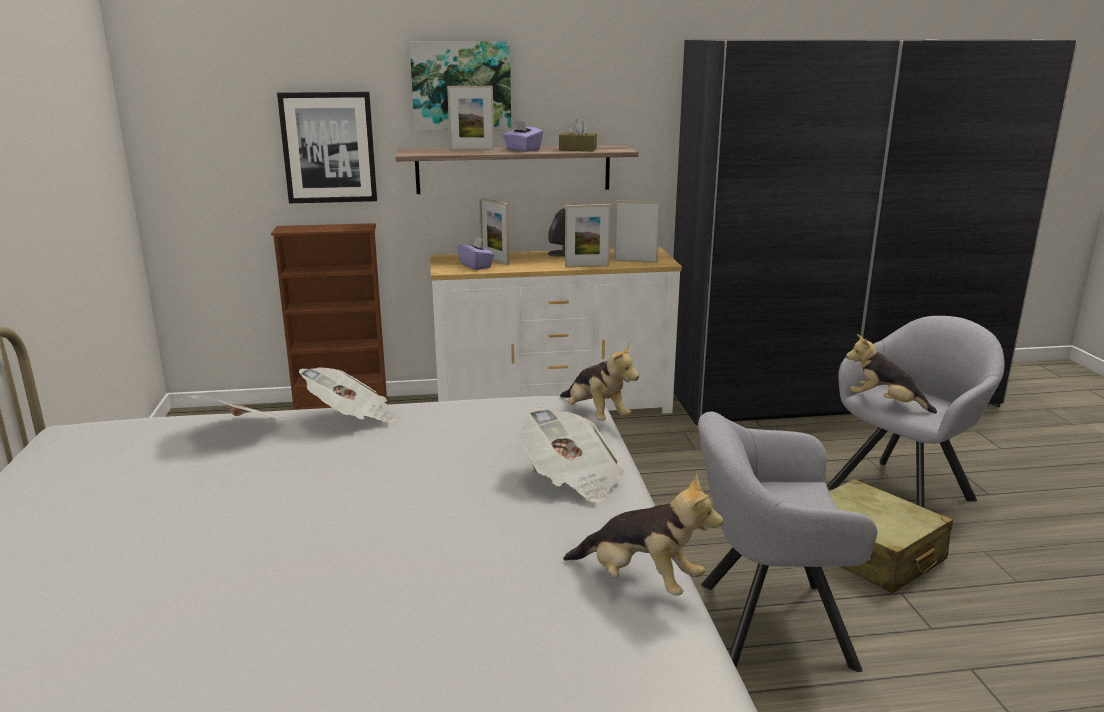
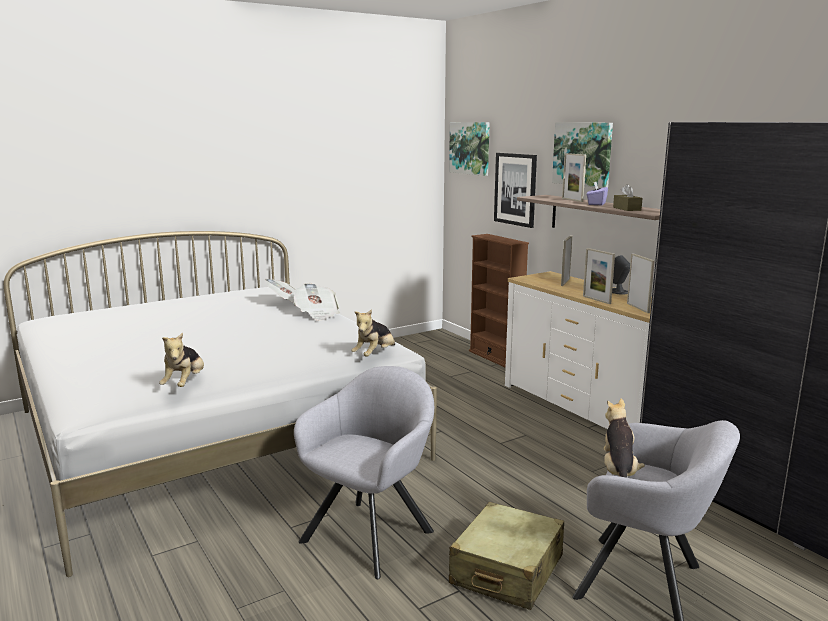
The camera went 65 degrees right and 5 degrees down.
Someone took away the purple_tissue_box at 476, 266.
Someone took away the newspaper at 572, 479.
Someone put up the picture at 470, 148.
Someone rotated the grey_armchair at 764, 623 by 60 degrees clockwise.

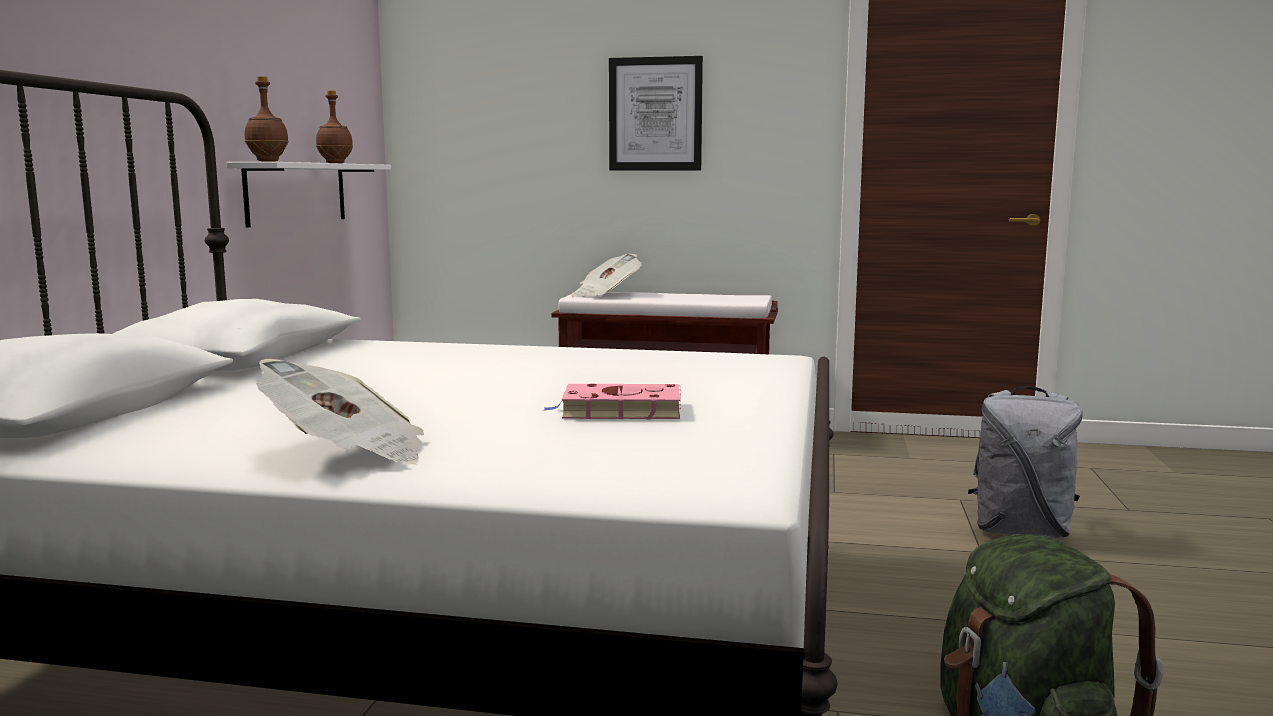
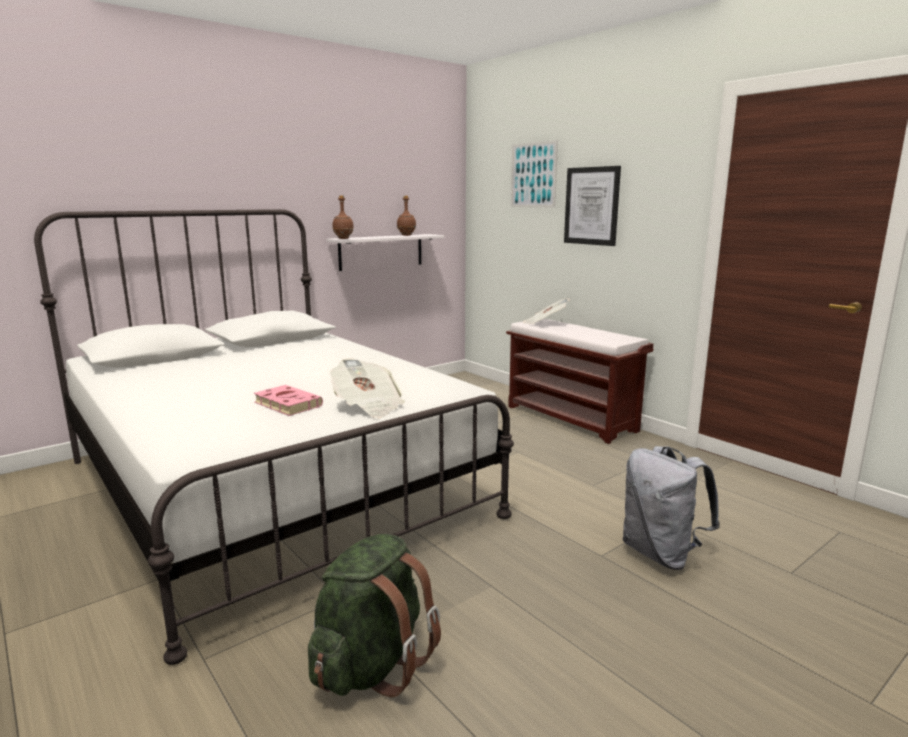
The camera went 40 degrees right and 5 degrees up.
Someone put up the picture at 533, 175.
Someone carried the newspaper from 348, 454 to 368, 406.

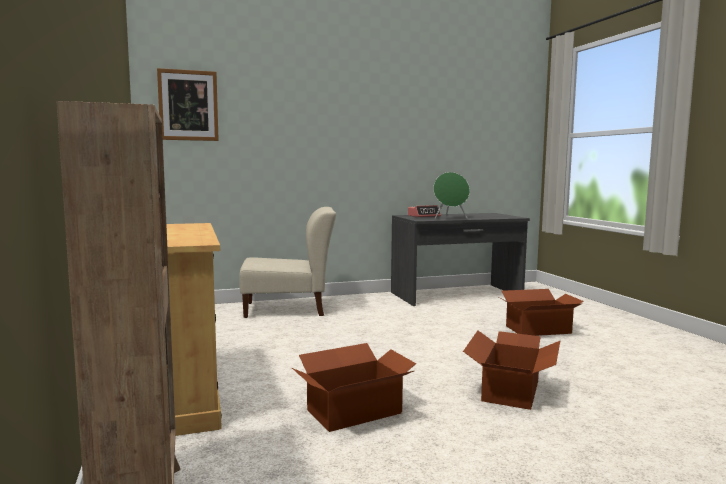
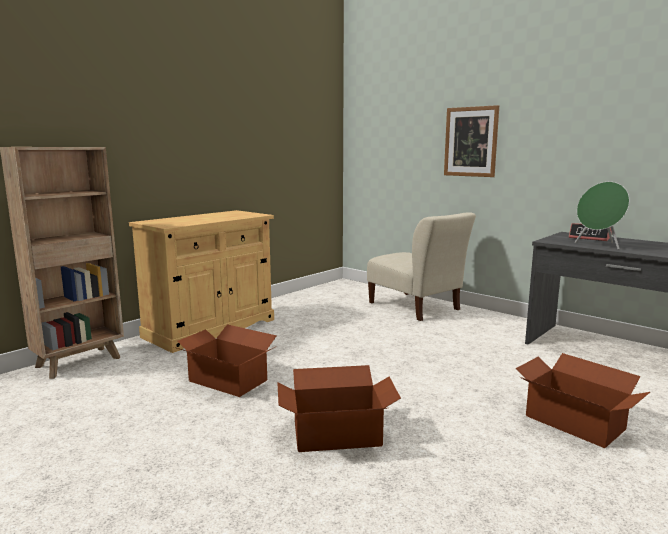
The camera went 60 degrees right and 5 degrees up.
Someone carried the picture from 188, 105 to 470, 142.

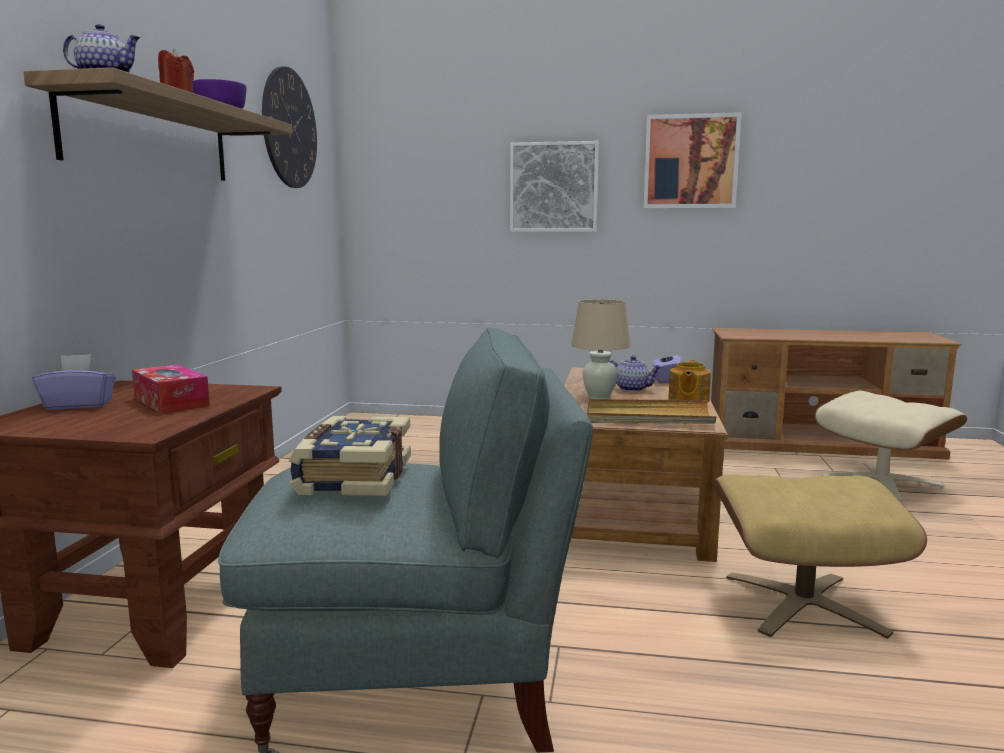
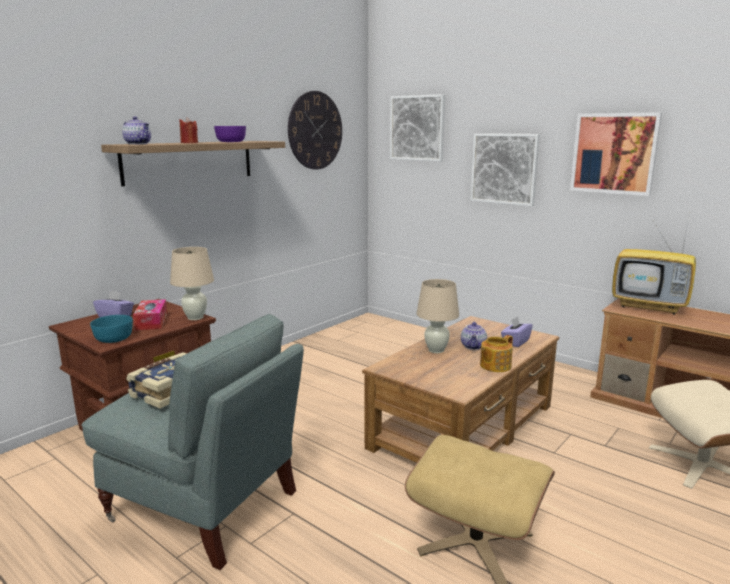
The camera went 30 degrees right and 5 degrees up.
Someone took away the beige_tray at 648, 417.
Someone put down the turquoise_bowl at 114, 338.
Someone put down the beige_table_lamp at 195, 318.
Someone put up the picture at 417, 128.
Someone put down the television at 651, 306.
Someone rotated the teapot at 632, 389 by 45 degrees clockwise.

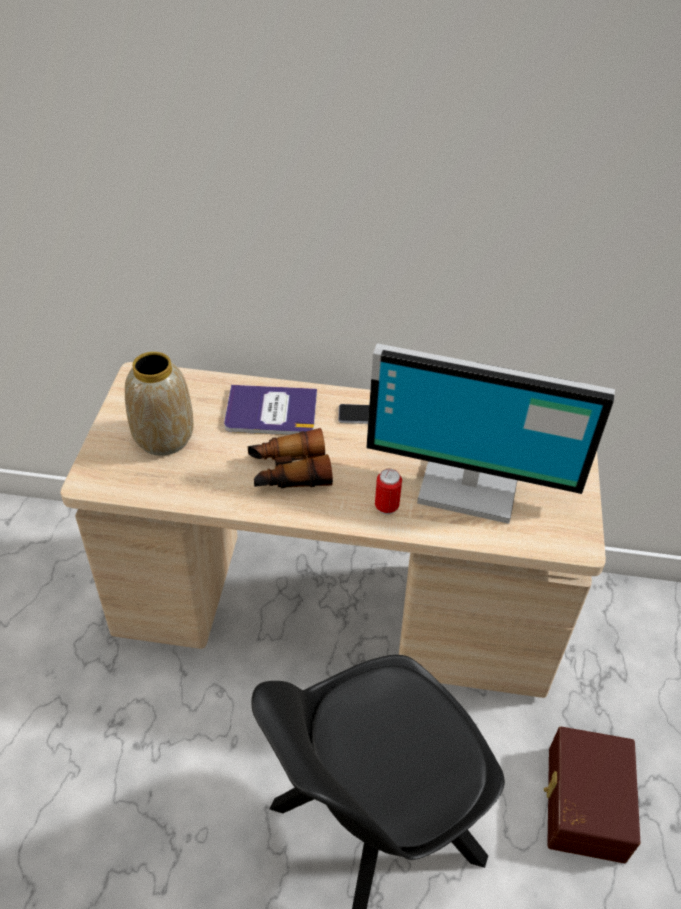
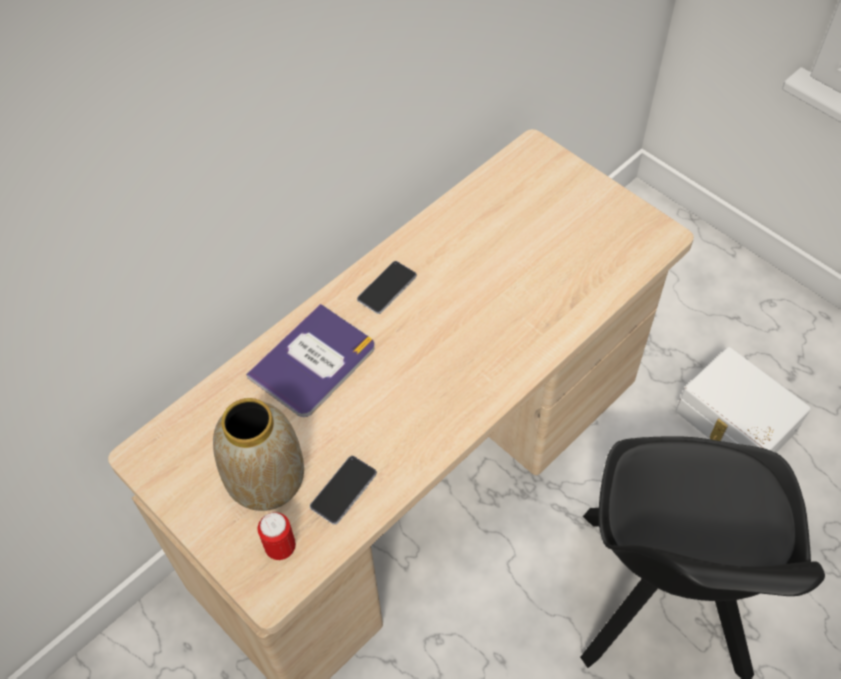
The camera went 50 degrees left and 10 degrees up.
Someone took away the binoculars at 288, 471.
Someone took away the monitor at 469, 484.
Someone put down the phone at 343, 490.
Someone carried the can from 386, 507 to 281, 547.
Someone repainted the brown_storage_box at 583, 802, which became the white_storage_box at 734, 422.

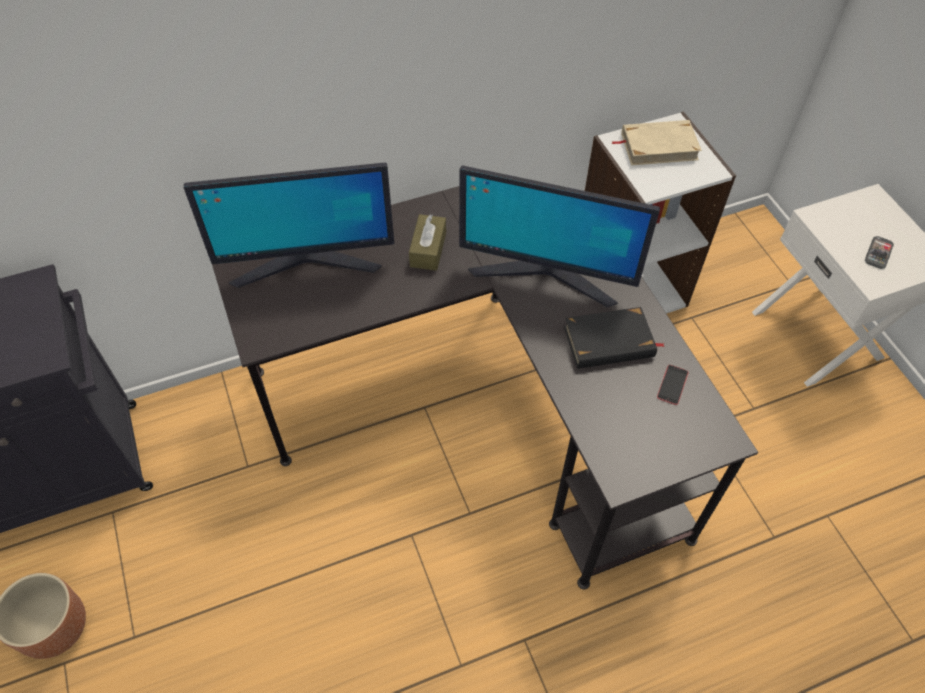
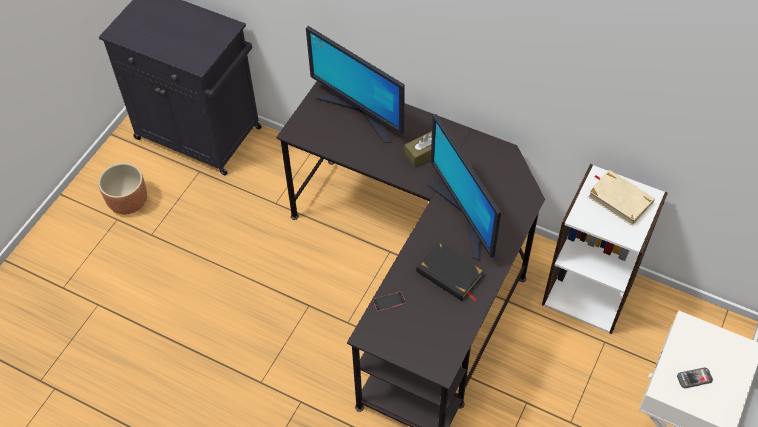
The camera went 50 degrees right and 0 degrees up.
Someone carried the phone from 672, 385 to 389, 301.

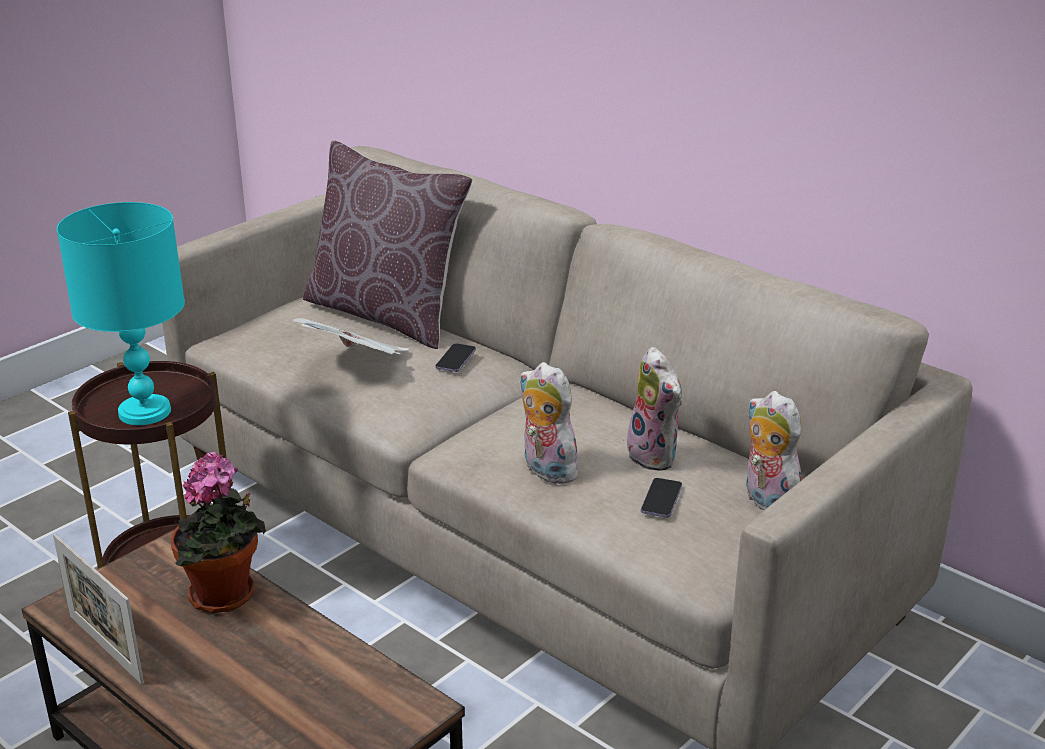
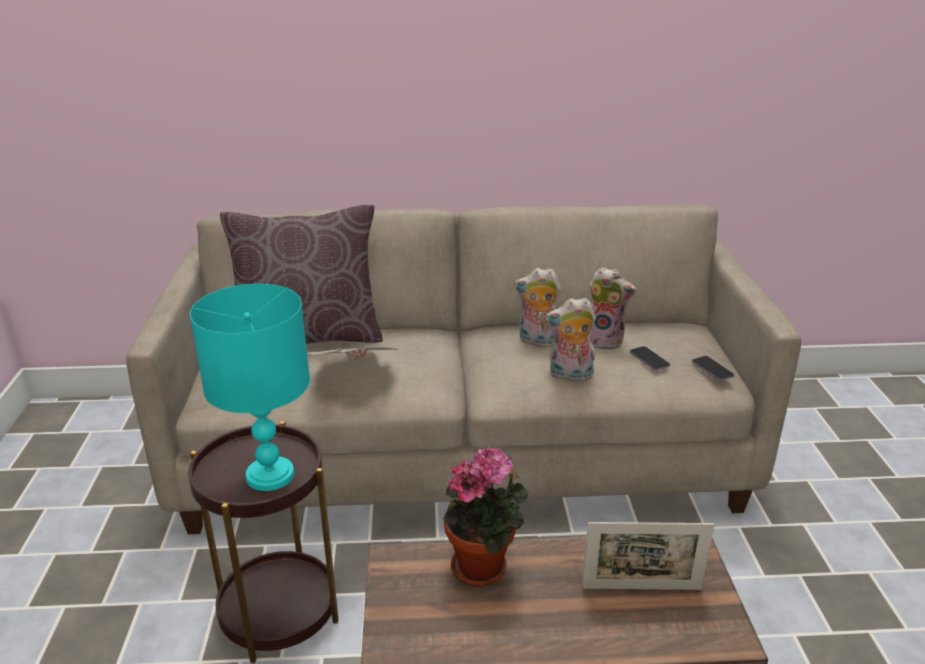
The camera went 45 degrees left and 0 degrees up.
Someone carried the picture_frame from 105, 648 to 641, 588.
Someone carried the phone from 456, 359 to 712, 369.
Someone carried the plush_toy from 766, 501 to 537, 342.

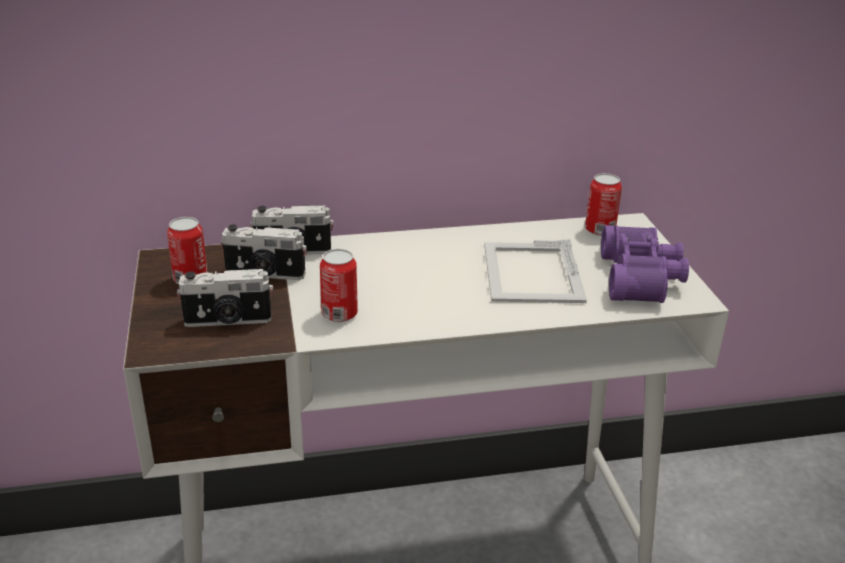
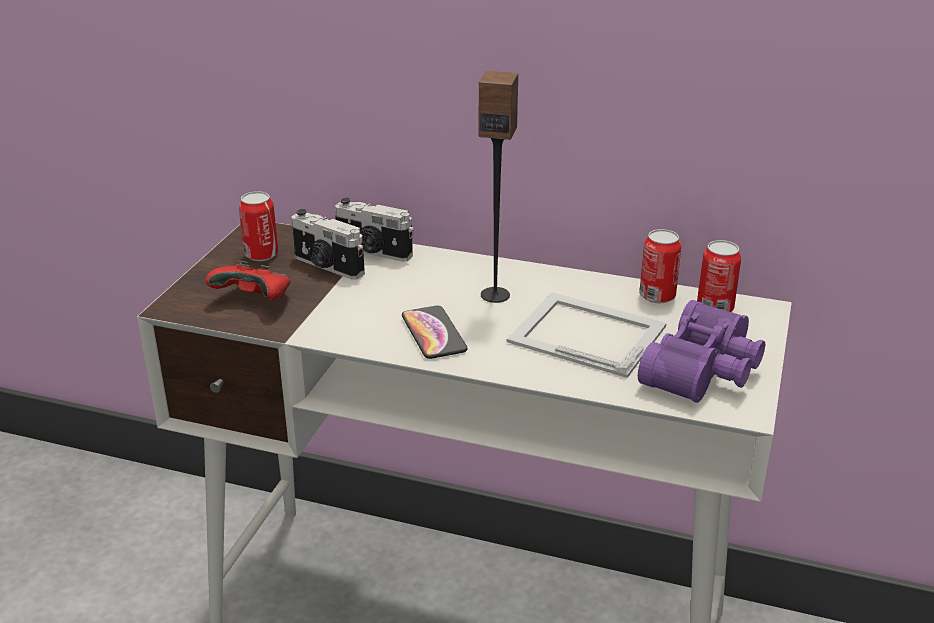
The camera went 30 degrees right and 0 degrees up.
Someone put down the phone at 433, 333.
Someone put down the speaker at 495, 295.
Someone carried the can from 339, 314 to 657, 296.
Someone swapped the photo_camera at 228, 321 for the red_game_controller at 255, 300.
Someone rotated the picture_frame at 531, 273 by 90 degrees clockwise.

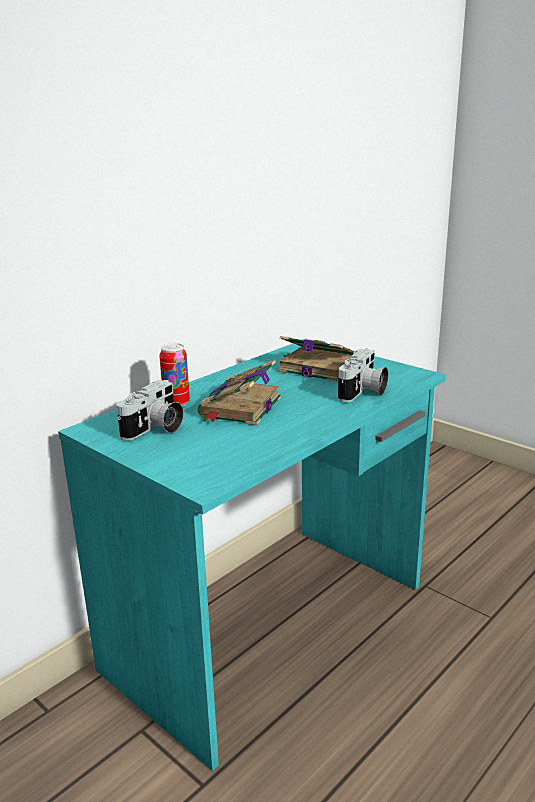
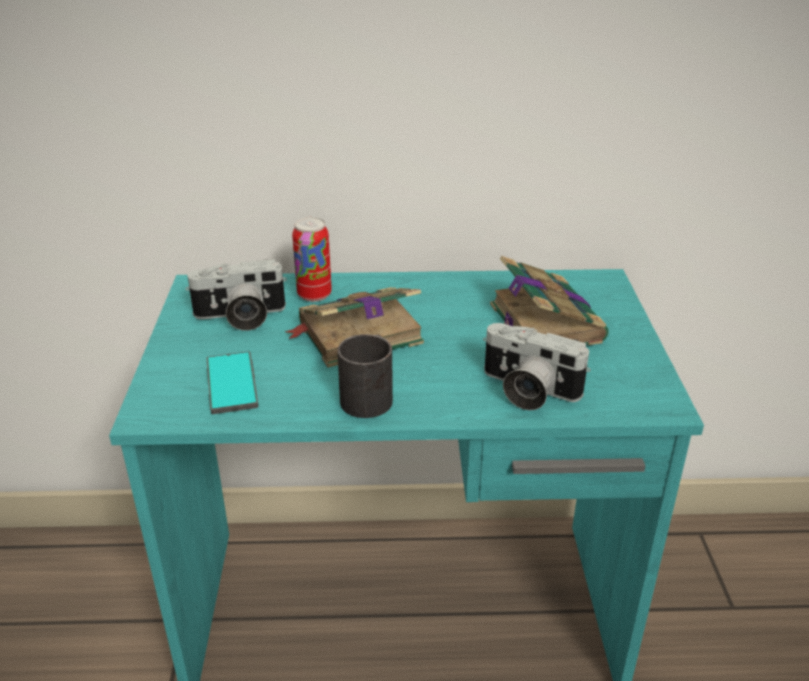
The camera went 45 degrees right and 10 degrees up.
Someone put down the phone at 232, 383.
Someone put down the black_mug at 370, 394.
Someone rotated the photo_camera at 363, 392 by 45 degrees clockwise.

